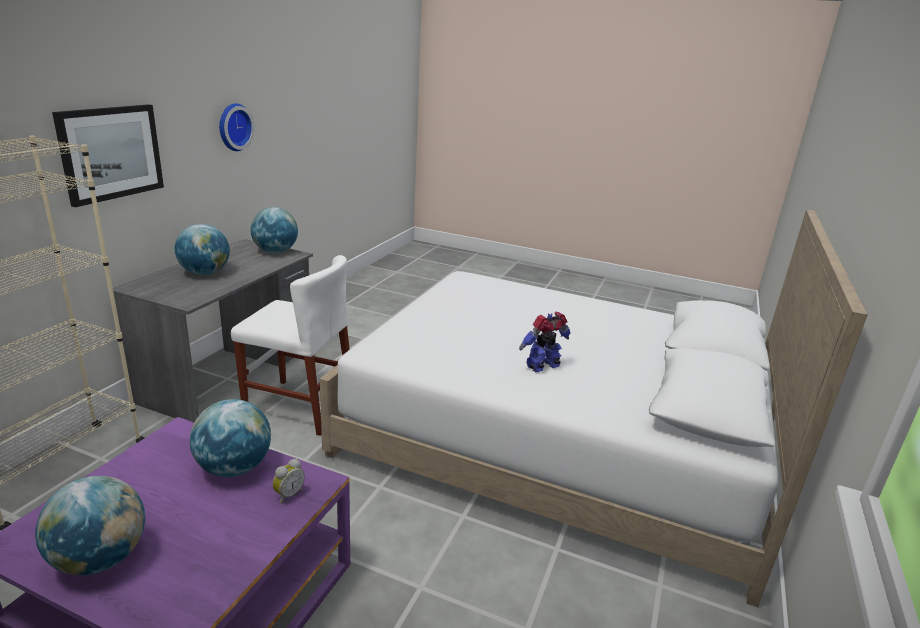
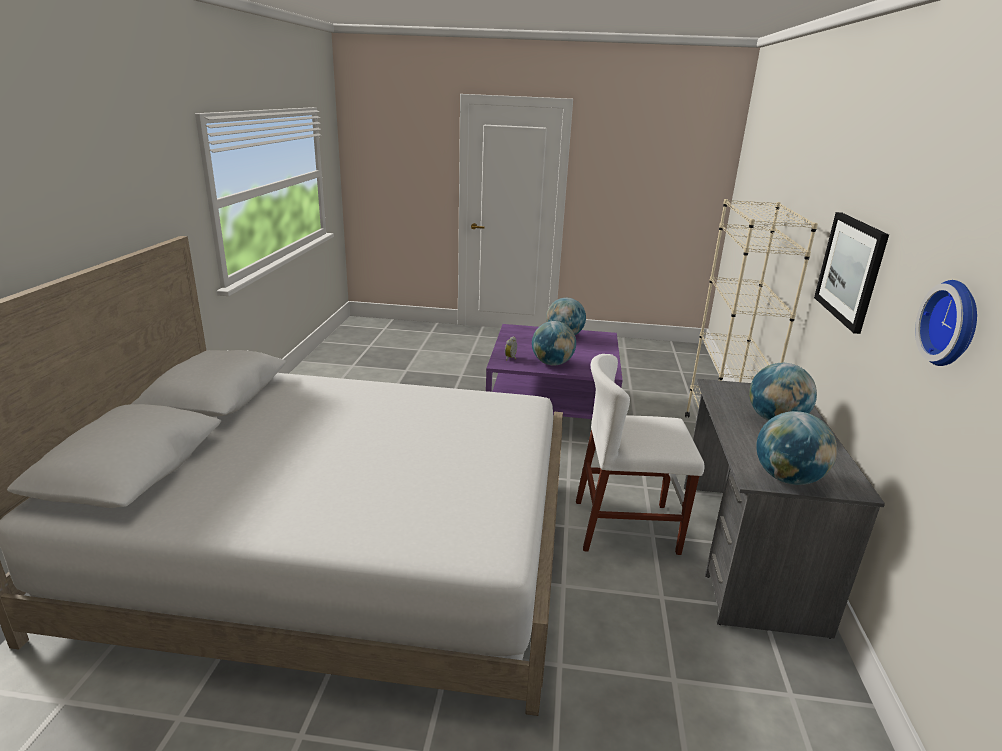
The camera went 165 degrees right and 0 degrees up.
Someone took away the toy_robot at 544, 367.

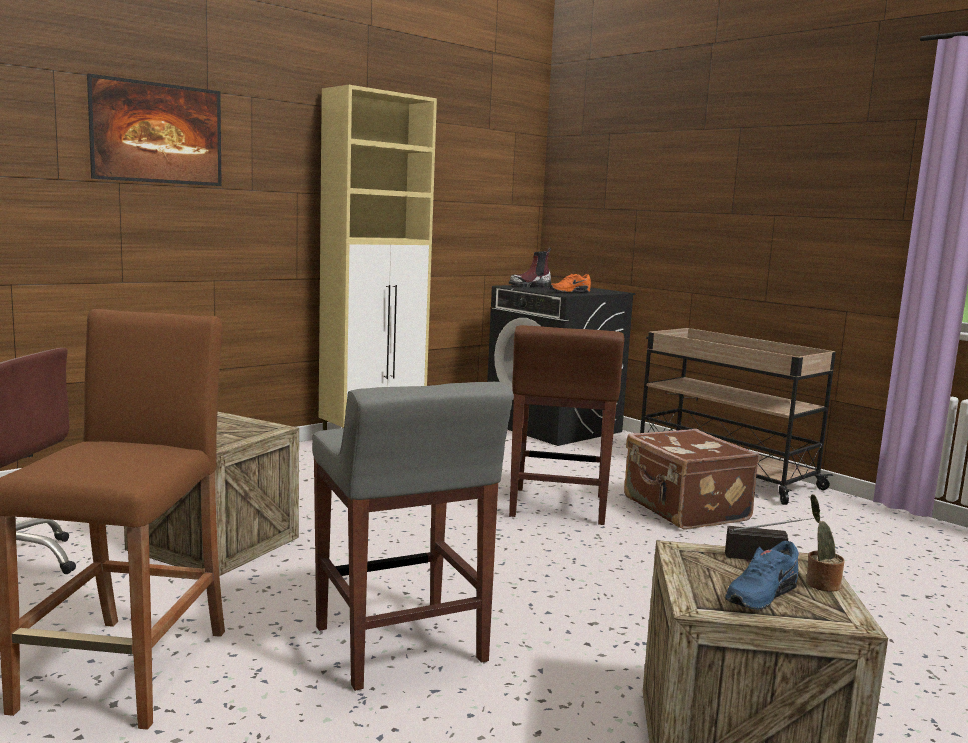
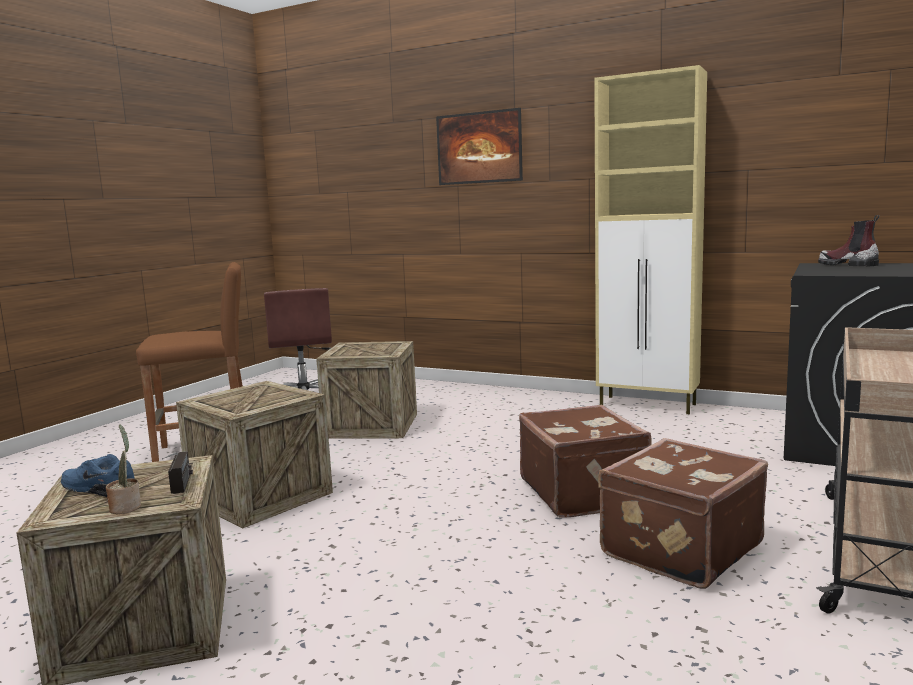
The camera went 70 degrees right and 0 degrees up.
Someone took away the orange_shoe at 569, 292.
Someone swapped the grey_stool at 400, 646 for the crate at 260, 496.
Someone swapped the brown_stool at 557, 507 for the brown_suitcase at 583, 492.

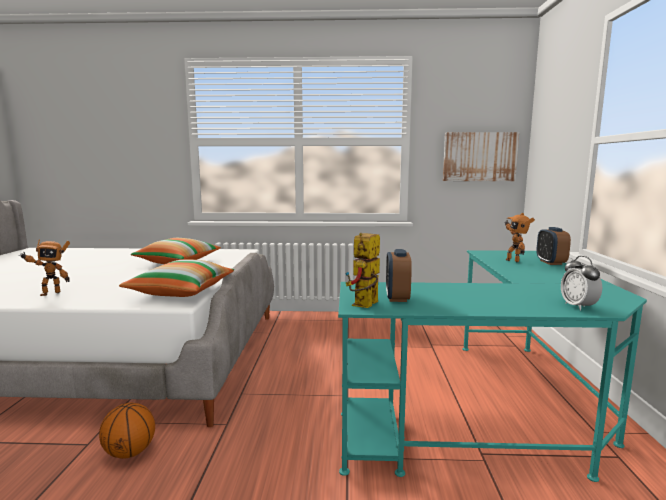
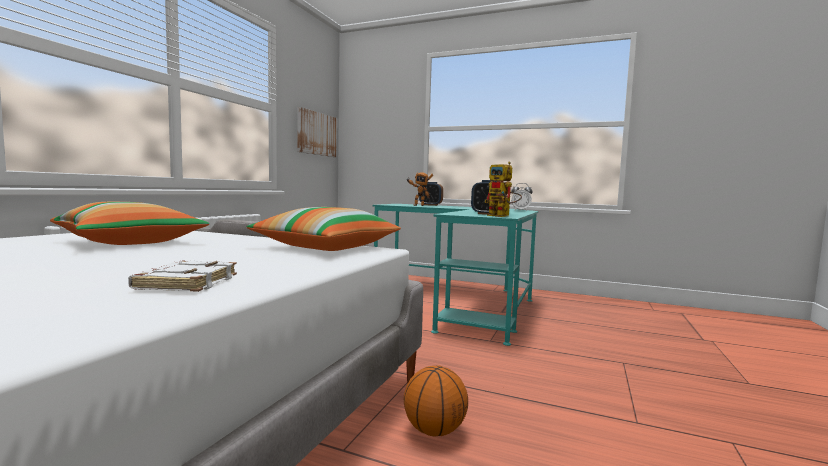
The camera went 70 degrees left and 5 degrees down.
Someone swapped the toy_robot at 50, 293 for the white_book at 186, 283.

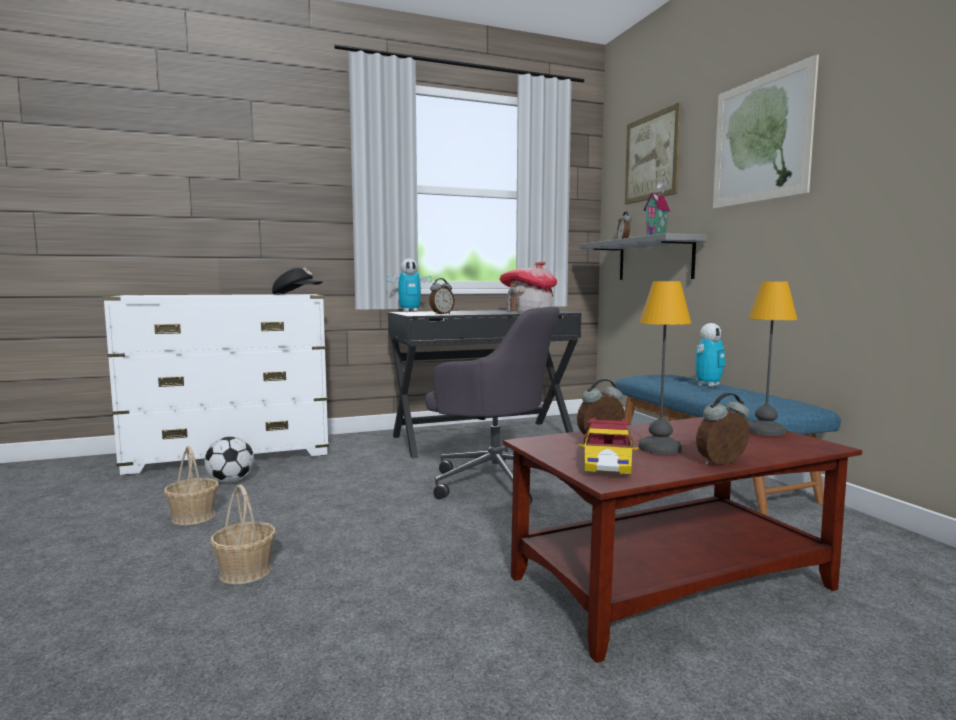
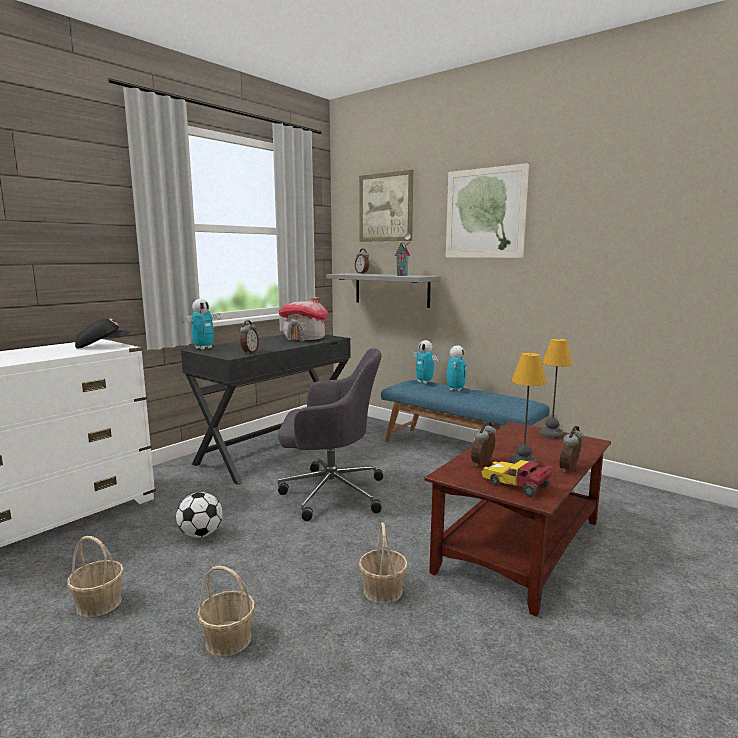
The camera went 30 degrees left and 5 degrees up.
Someone put down the basket at 382, 591.
Someone put down the toy_robot at 424, 382.
Someone carried the football from 230, 481 to 201, 534.
Someone rotated the toy_car at 607, 463 by 150 degrees clockwise.

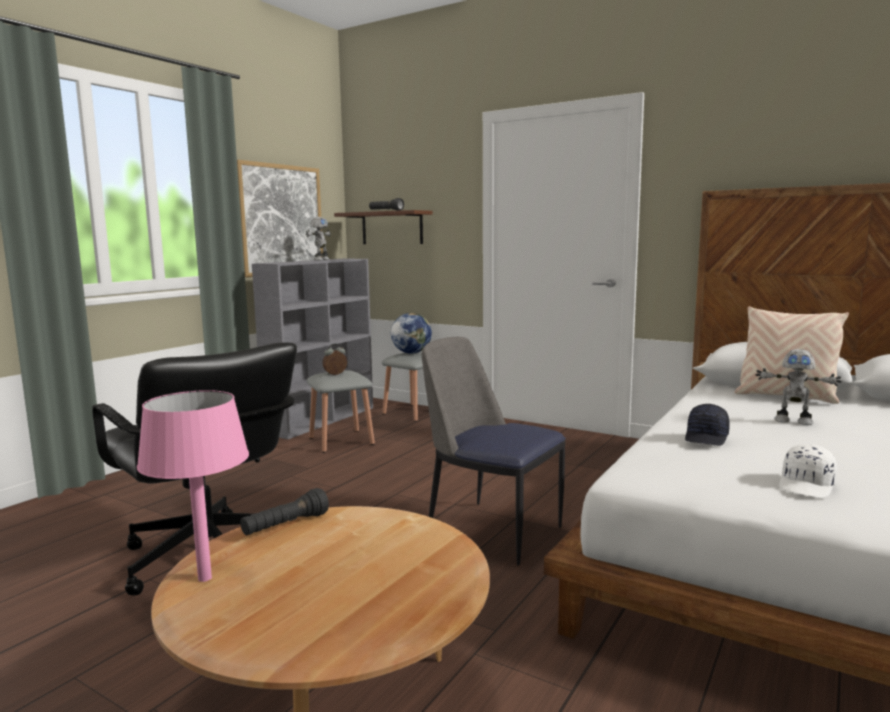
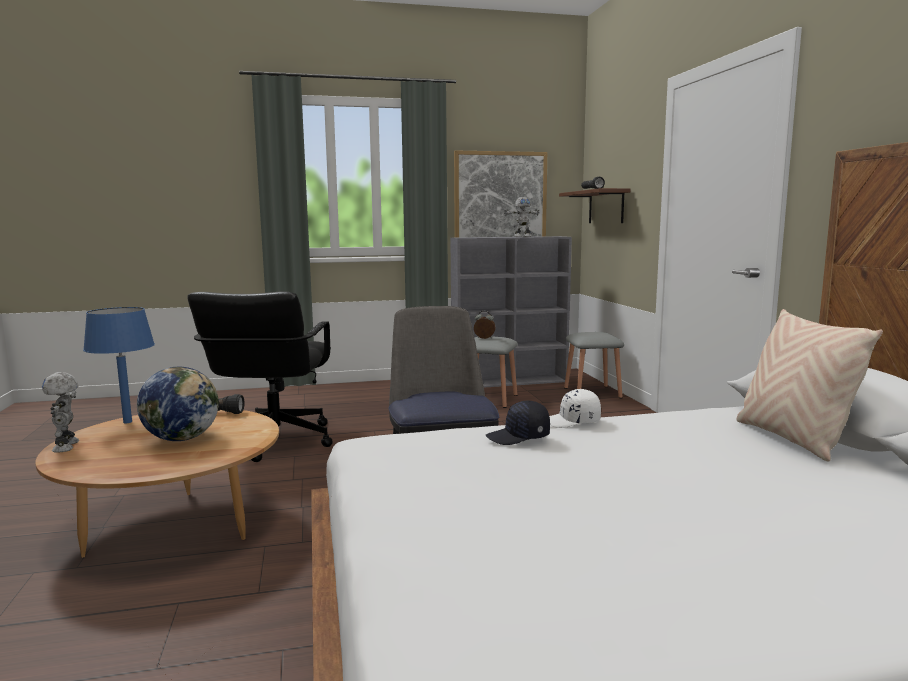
The camera went 45 degrees right and 0 degrees up.
Someone carried the globe from 411, 353 to 182, 438.
Someone carried the toy_robot from 793, 421 to 67, 446.
Someone carried the white_cap from 807, 485 to 571, 422.
Someone repainted the pink_table_lamp at 205, 578, which became the blue_table_lamp at 128, 422.

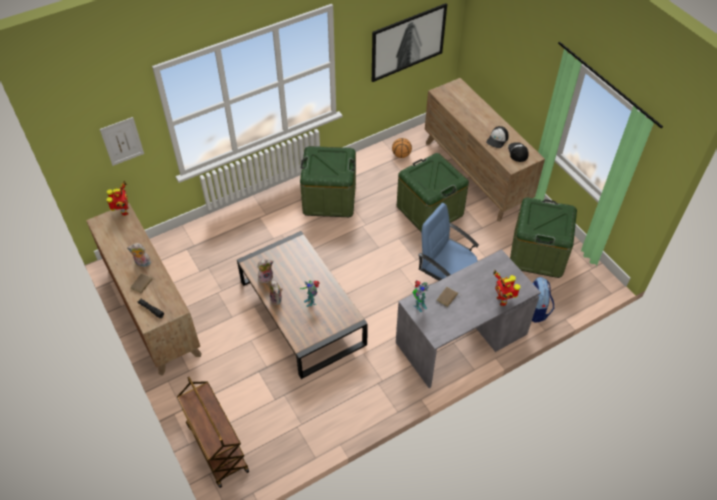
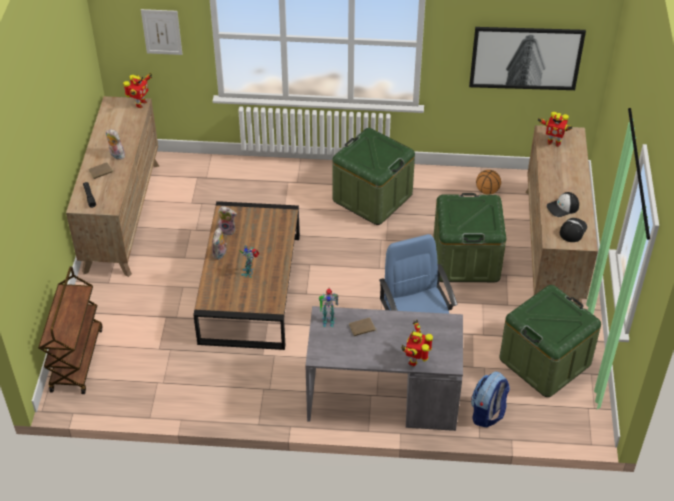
The camera went 35 degrees right and 5 degrees down.
Someone put down the toy_robot at 553, 142.

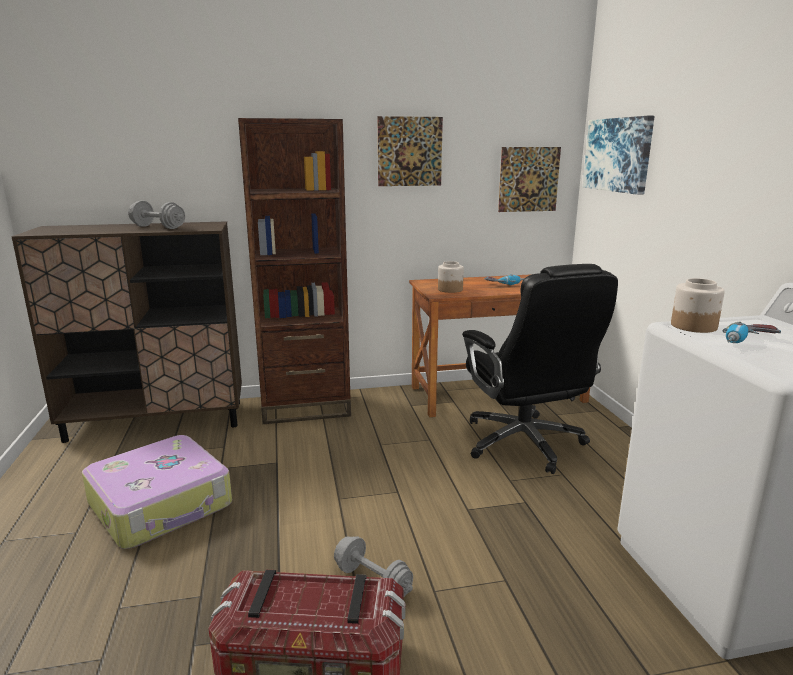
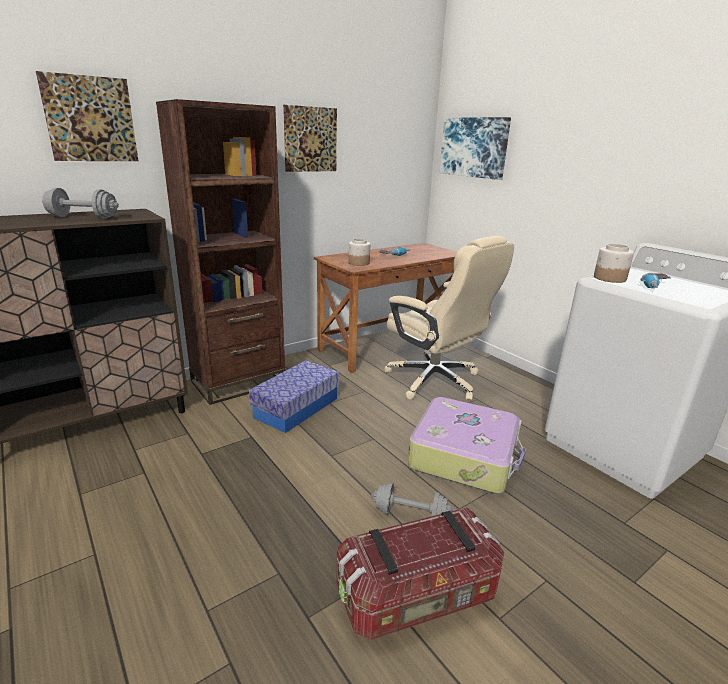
The camera went 25 degrees left and 5 degrees up.
Someone put down the storage_box at 296, 408.
Someone carried the suitcase from 162, 504 to 465, 455.
Someone carried the picture from 529, 179 to 90, 119.
Someone repainted the black_office_chair at 525, 443, which became the beige_office_chair at 435, 381.

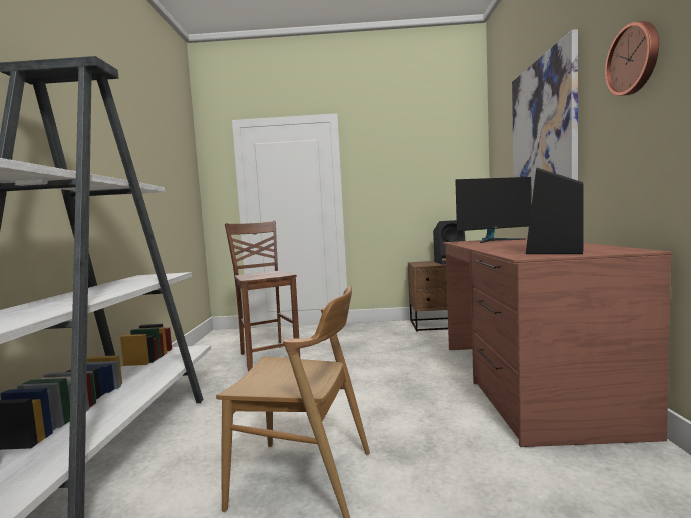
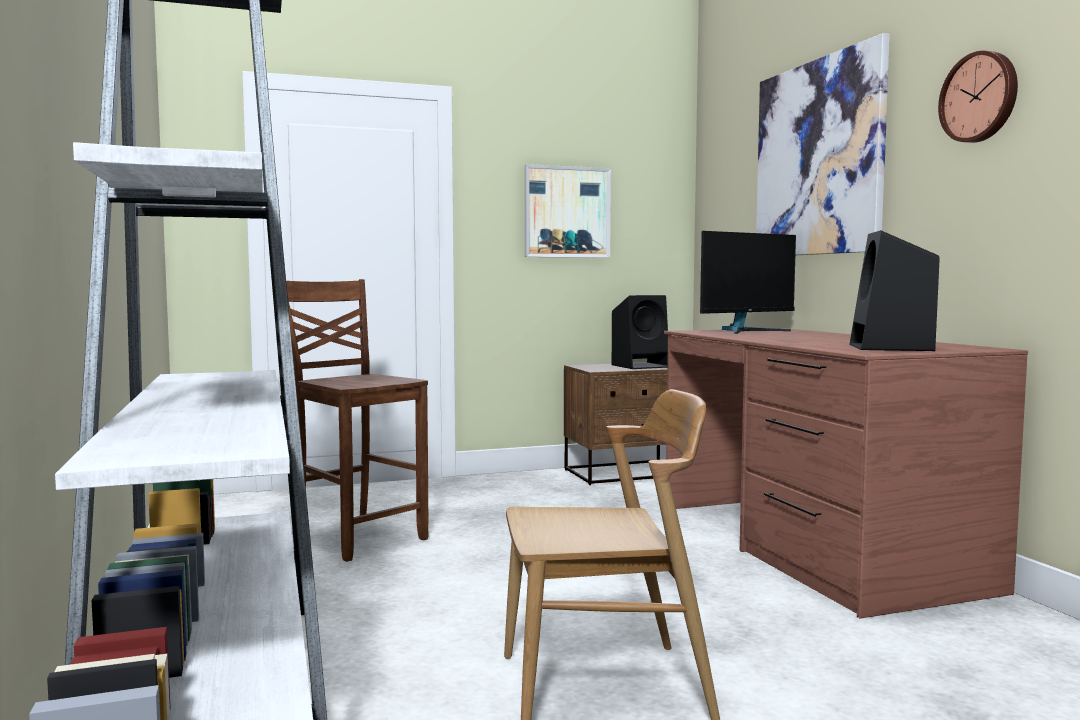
The camera went 20 degrees left and 0 degrees up.
Someone put up the picture at 566, 212.

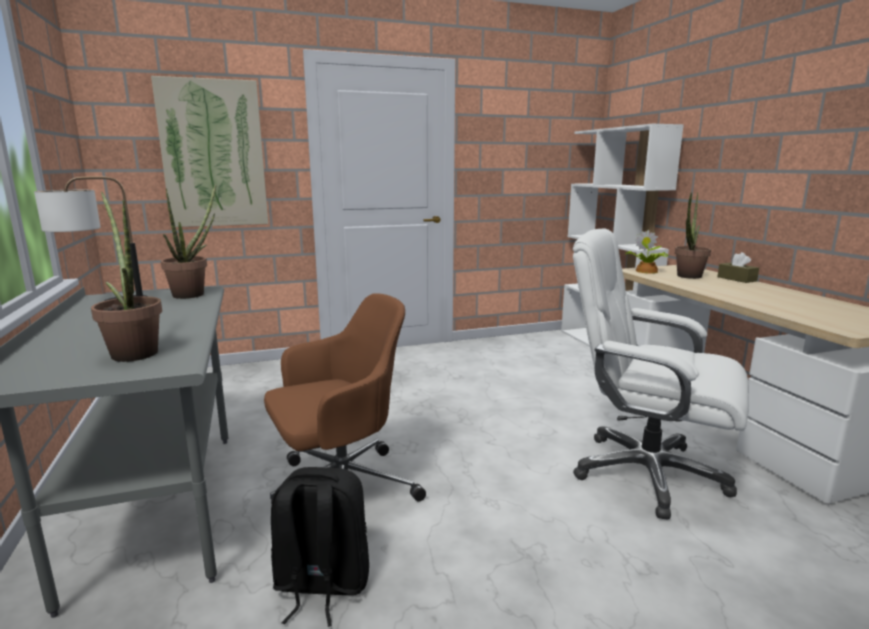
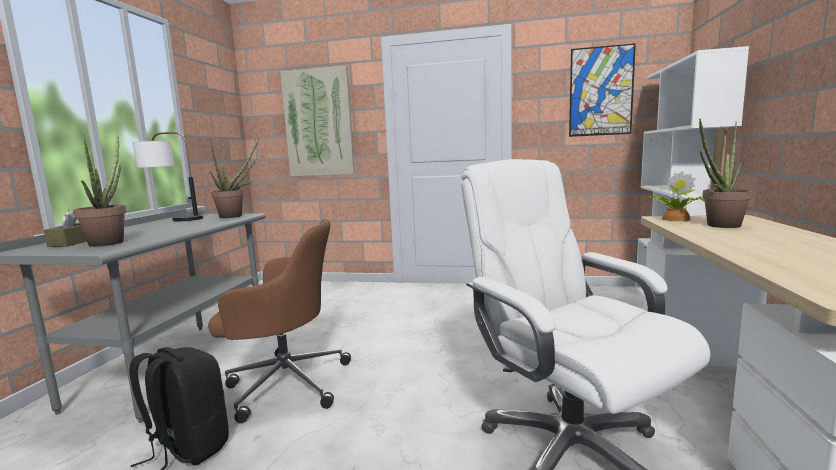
The camera went 30 degrees right and 5 degrees down.
Someone put up the picture at 601, 91.
Someone carried the brown_tissue_box from 736, 279 to 73, 242.

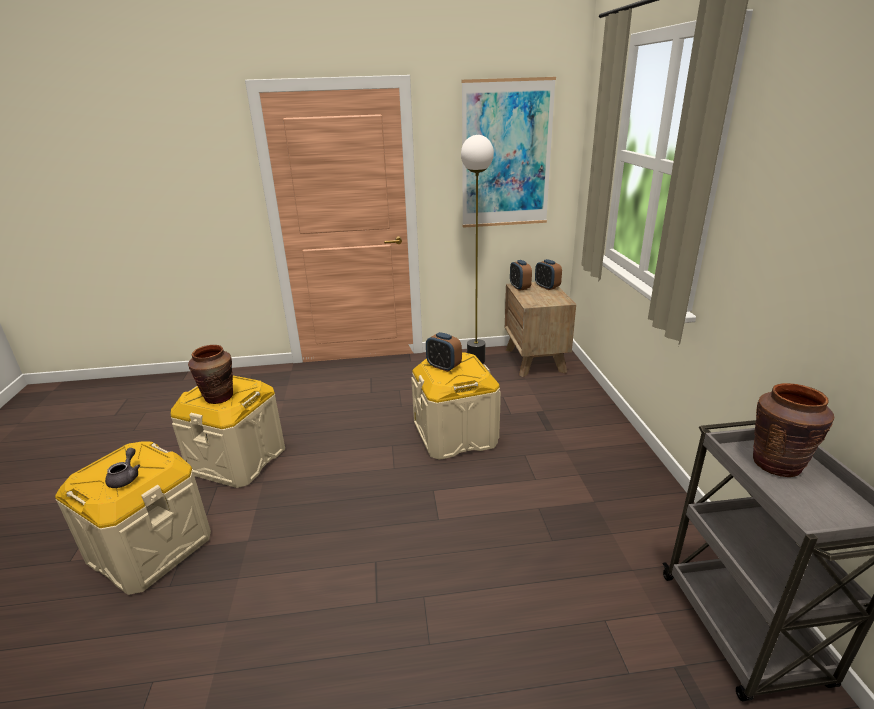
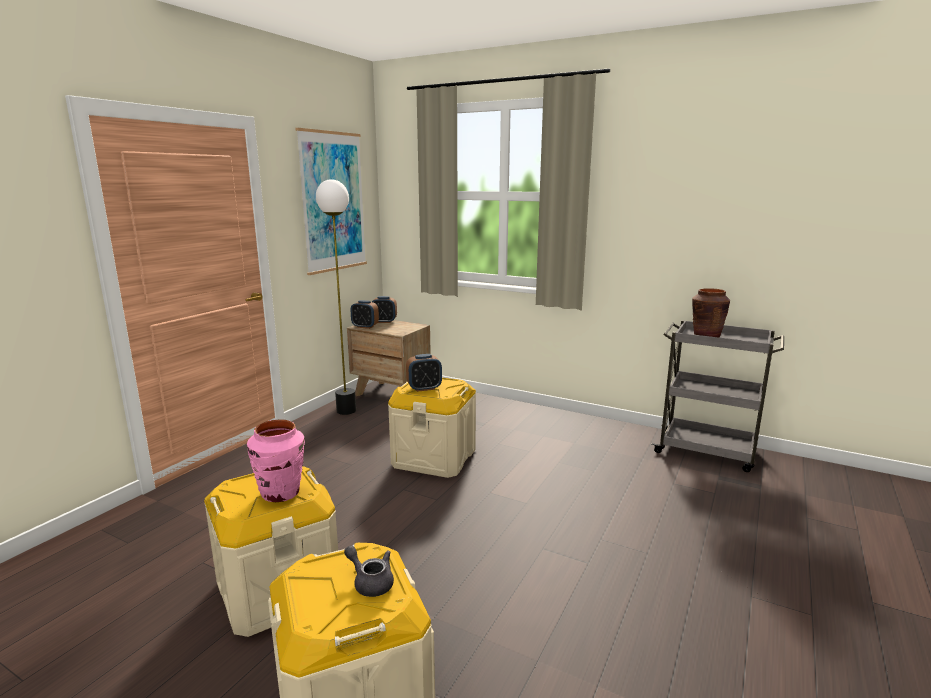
The camera went 55 degrees left and 10 degrees down.
Someone repainted the brown_vase at 219, 397, which became the pink_vase at 281, 493.

